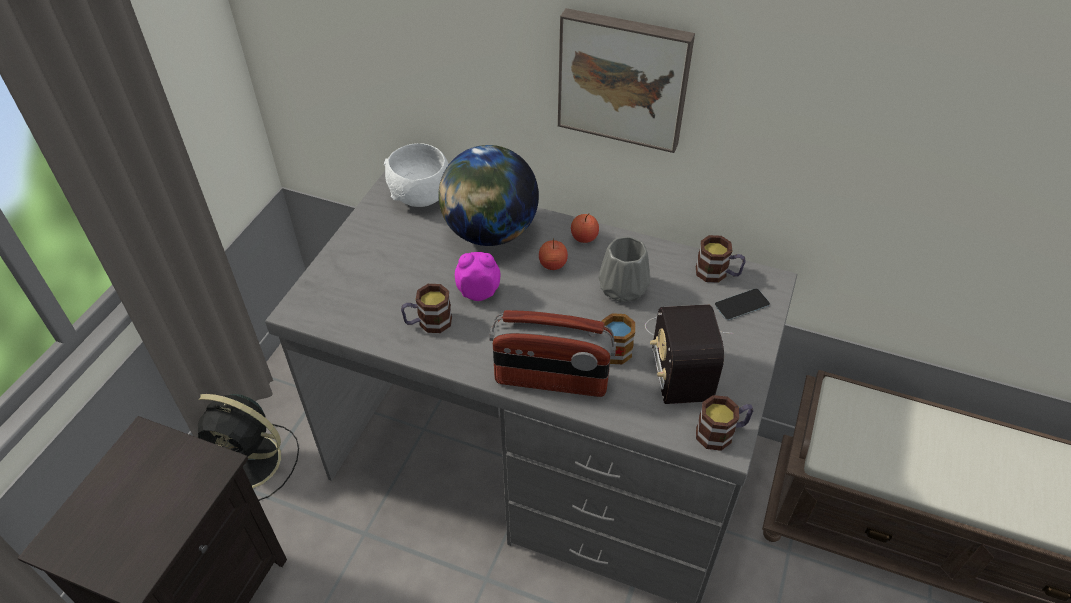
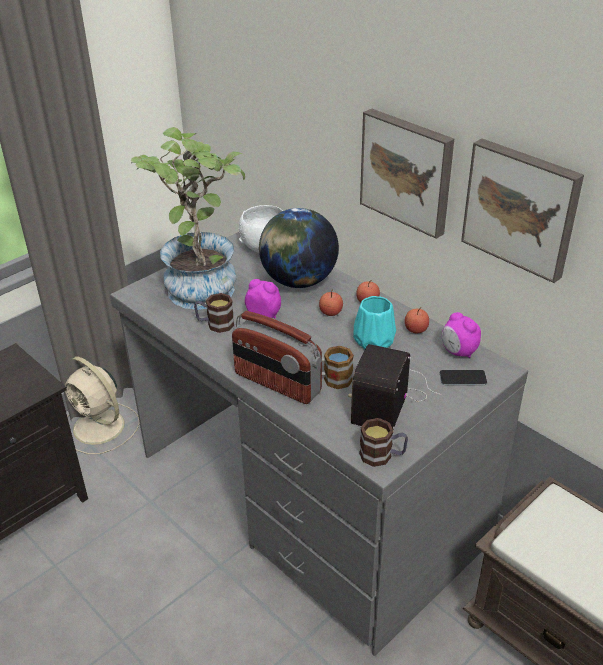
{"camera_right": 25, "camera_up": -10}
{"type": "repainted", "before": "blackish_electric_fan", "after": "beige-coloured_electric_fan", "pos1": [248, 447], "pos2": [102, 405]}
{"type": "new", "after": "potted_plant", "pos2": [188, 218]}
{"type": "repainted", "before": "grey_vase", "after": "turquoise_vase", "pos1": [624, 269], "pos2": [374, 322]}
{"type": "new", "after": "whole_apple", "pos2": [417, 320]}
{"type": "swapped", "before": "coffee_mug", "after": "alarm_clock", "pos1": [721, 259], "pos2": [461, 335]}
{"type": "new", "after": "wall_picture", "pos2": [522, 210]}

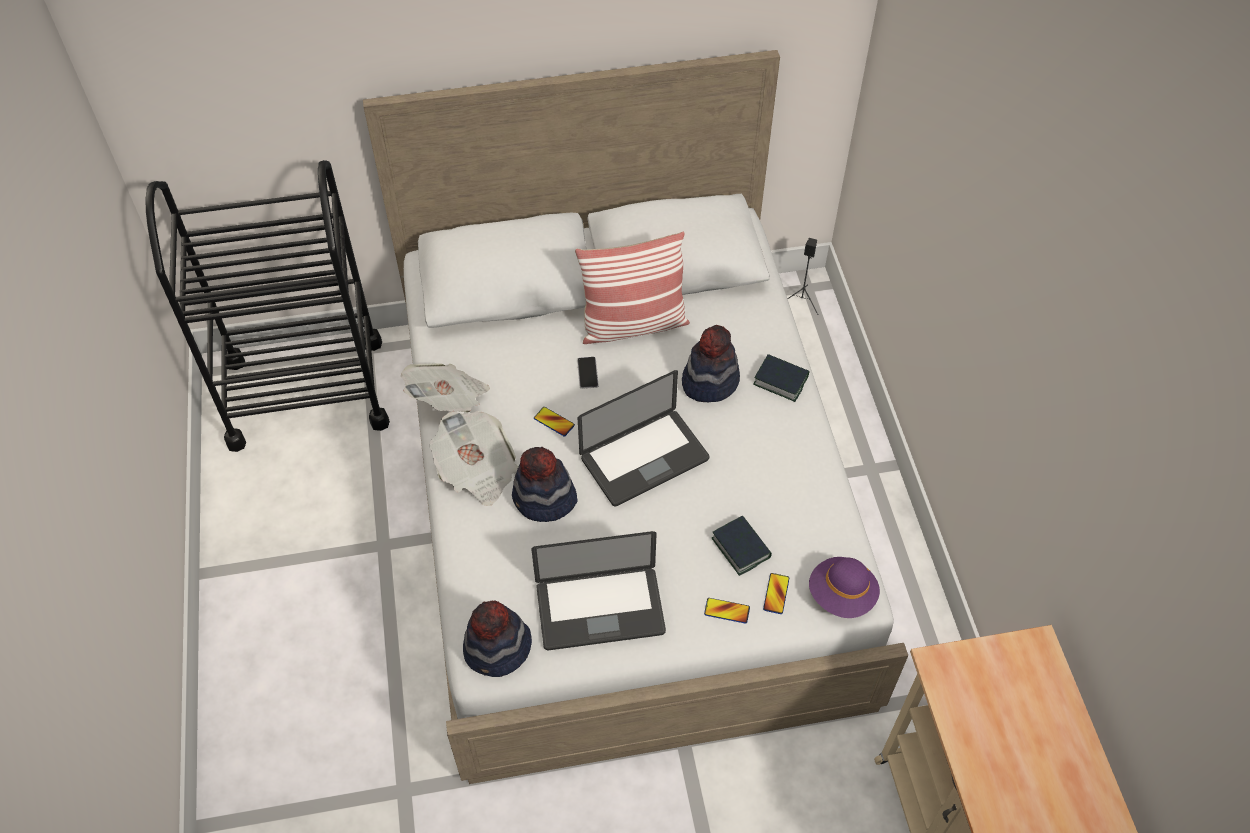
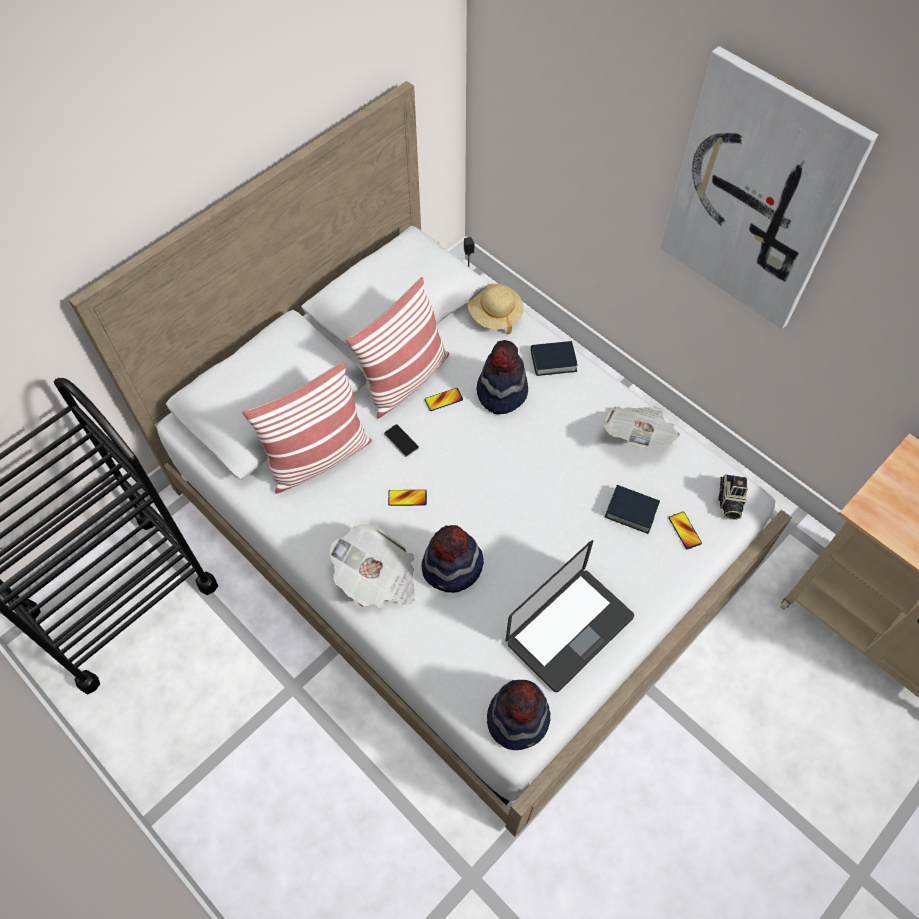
{"camera_right": -35, "camera_up": 5}
{"type": "new", "after": "pillow", "pos2": [307, 427]}
{"type": "shifted", "before": "handset", "pos1": [727, 611], "pos2": [444, 399]}
{"type": "new", "after": "beige-coloured_wearable_hat", "pos2": [496, 308]}
{"type": "shifted", "before": "newspaper", "pos1": [445, 388], "pos2": [641, 427]}
{"type": "new", "after": "wall_picture", "pos2": [769, 187]}
{"type": "swapped", "before": "purple-coloured_wearable_hat", "after": "photo_camera", "pos1": [844, 587], "pos2": [733, 497]}
{"type": "gone", "before": "portable_computer", "pos1": [644, 438]}

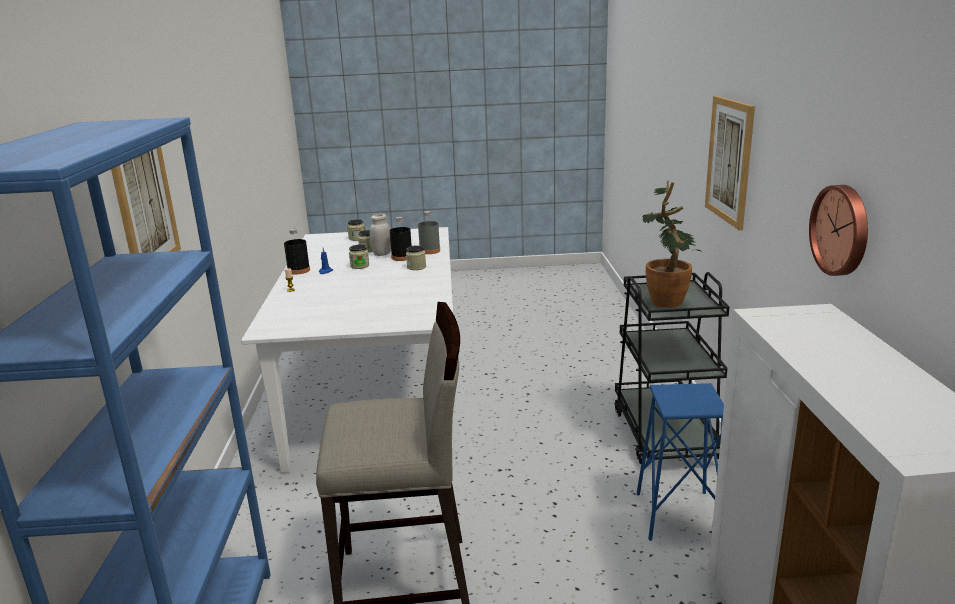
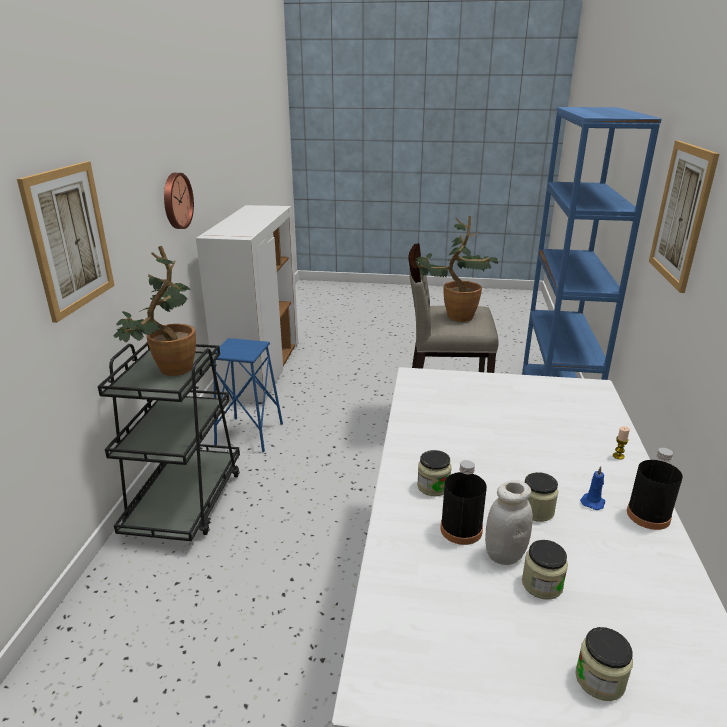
{"camera_right": -170, "camera_up": 5}
{"type": "new", "after": "potted_plant", "pos2": [456, 269]}
{"type": "gone", "before": "grey_beverage_bottle", "pos1": [429, 232]}

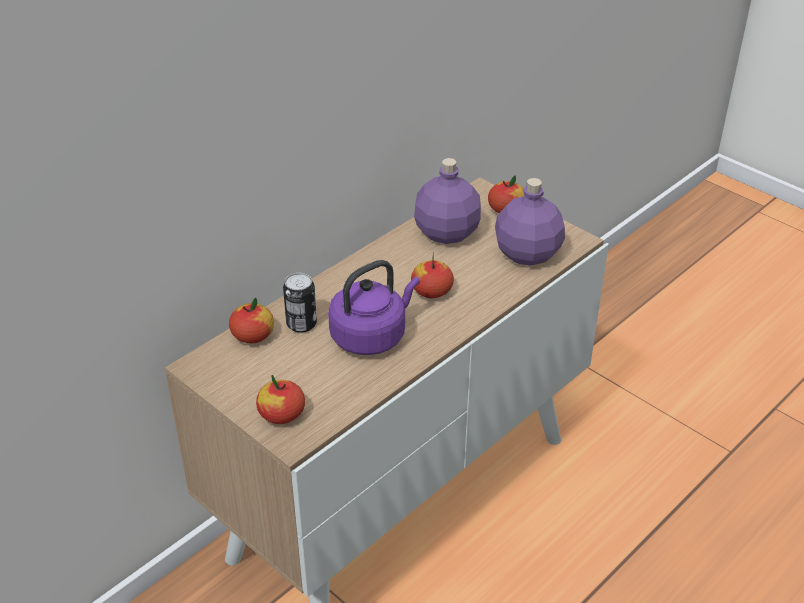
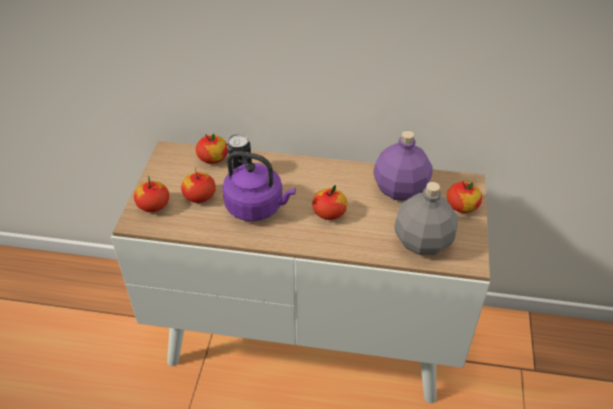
{"camera_right": 55, "camera_up": 5}
{"type": "new", "after": "whole_apple", "pos2": [198, 185]}
{"type": "repainted", "before": "purple-coloured_beverage_bottle", "after": "grey_beverage_bottle", "pos1": [530, 222], "pos2": [426, 218]}

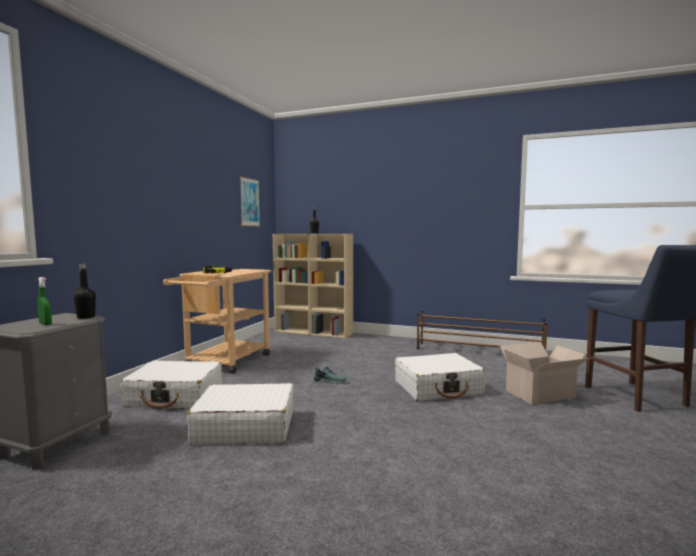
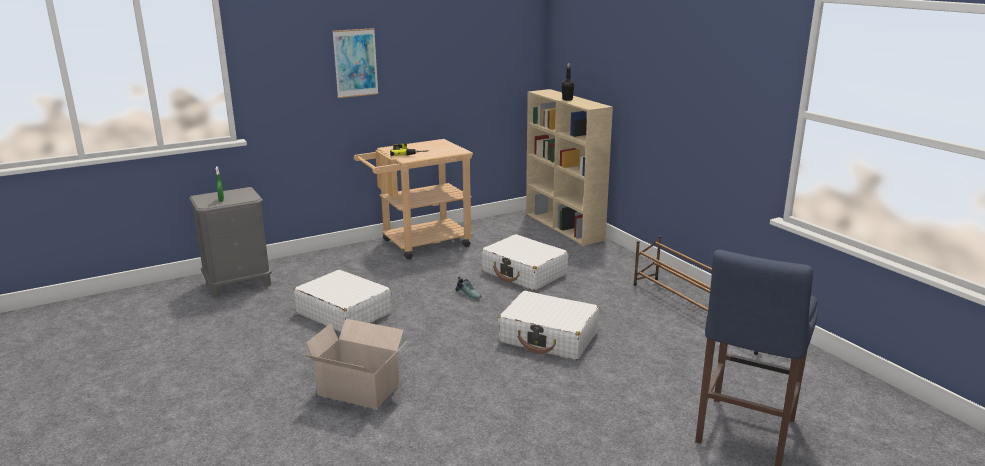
{"camera_right": 40, "camera_up": 15}
{"type": "shifted", "before": "carton", "pos1": [544, 373], "pos2": [353, 364]}
{"type": "shifted", "before": "wall_picture", "pos1": [250, 201], "pos2": [355, 63]}
{"type": "shifted", "before": "whitish_travel_case", "pos1": [171, 385], "pos2": [525, 262]}
{"type": "gone", "before": "blackish_beverage_bottle", "pos1": [84, 291]}

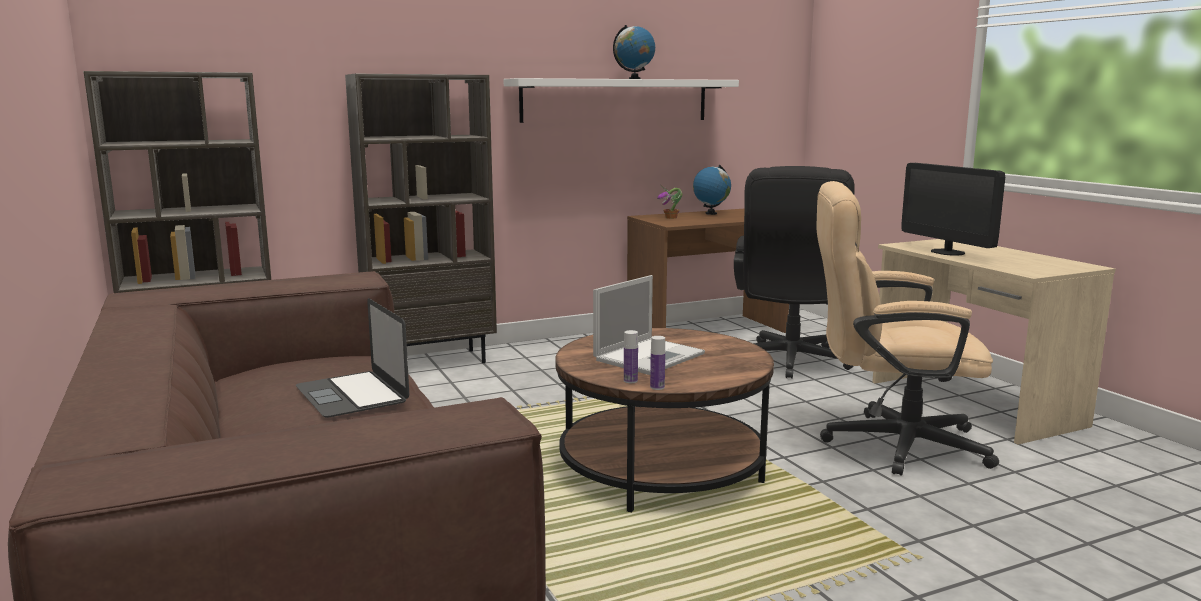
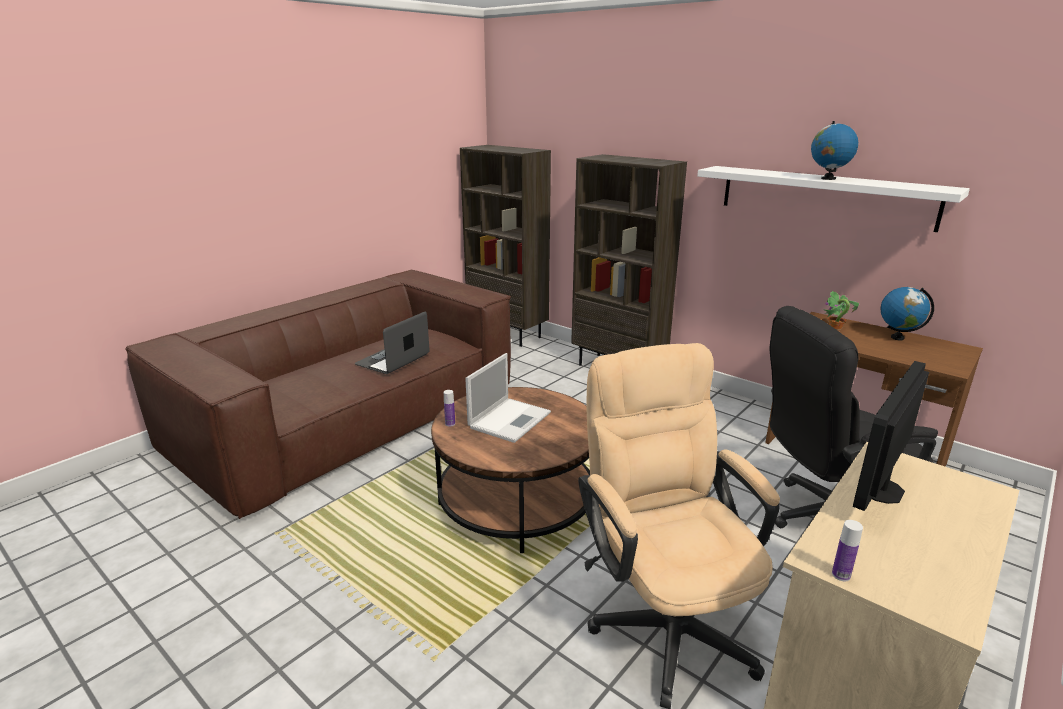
{"camera_right": 65, "camera_up": 10}
{"type": "rotated", "before": "portable_computer", "pos1": [649, 325], "pos2": [508, 398], "turn": -75}
{"type": "shifted", "before": "beverage_bottle", "pos1": [657, 363], "pos2": [847, 551]}

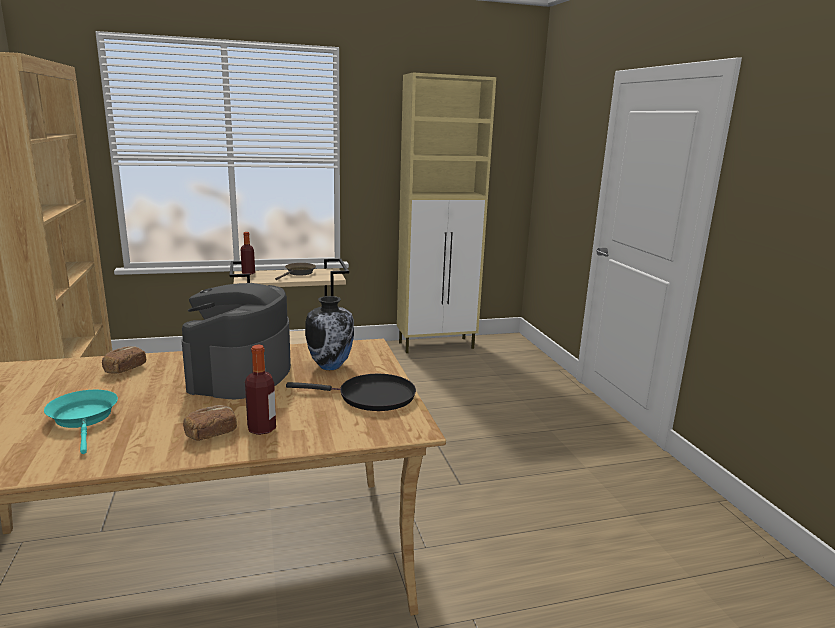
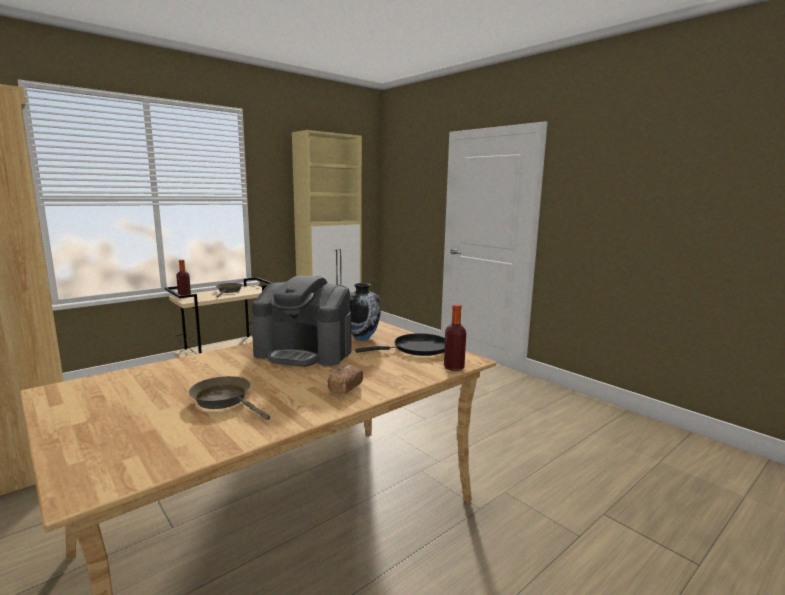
{"camera_right": -25, "camera_up": -5}
{"type": "repainted", "before": "turquoise_pan", "after": "brown-coloured_pan", "pos1": [81, 422], "pos2": [229, 398]}
{"type": "rotated", "before": "coffee_brewer", "pos1": [236, 341], "pos2": [301, 321], "turn": -60}
{"type": "shifted", "before": "beverage_bottle", "pos1": [260, 390], "pos2": [455, 337]}
{"type": "gone", "before": "bakery_bread", "pos1": [124, 360]}

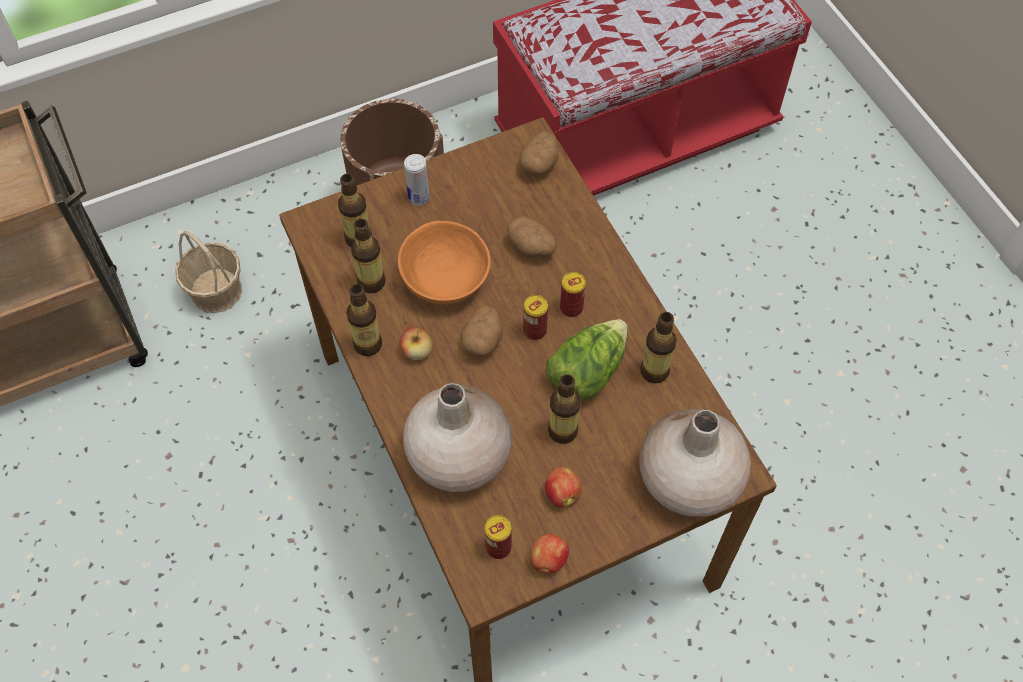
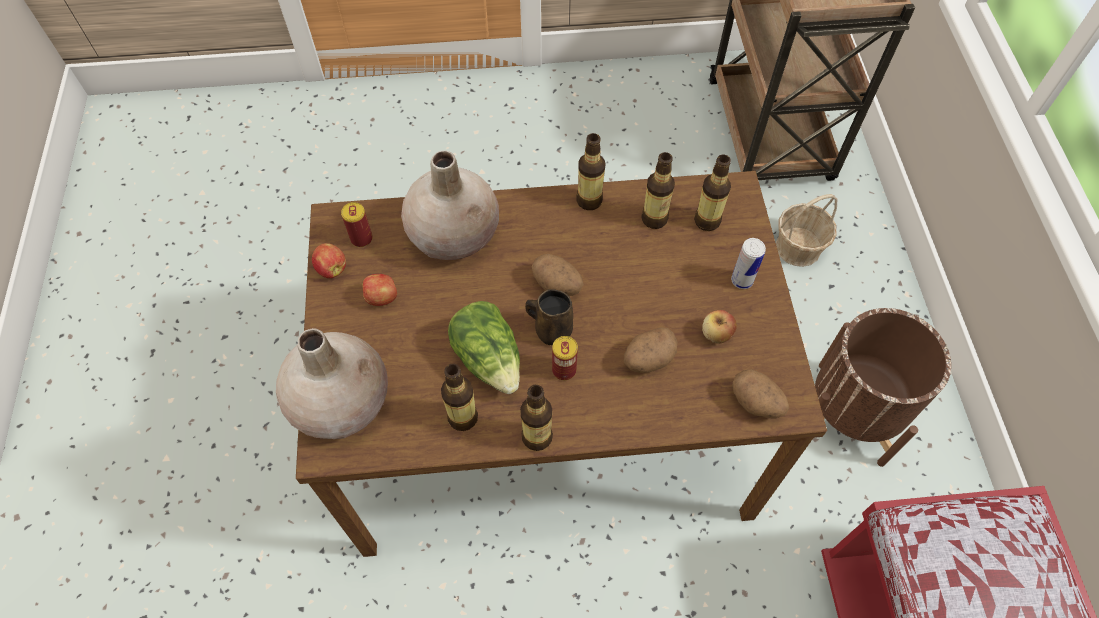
{"camera_right": 110, "camera_up": 0}
{"type": "shifted", "before": "beverage_bottle", "pos1": [564, 409], "pos2": [536, 418]}
{"type": "swapped", "before": "metal_can", "after": "brown-coloured_coffee_mug", "pos1": [535, 317], "pos2": [549, 317]}
{"type": "shifted", "before": "whole_apple", "pos1": [416, 343], "pos2": [719, 327]}
{"type": "gone", "before": "orange_serving_bowl", "pos1": [444, 262]}

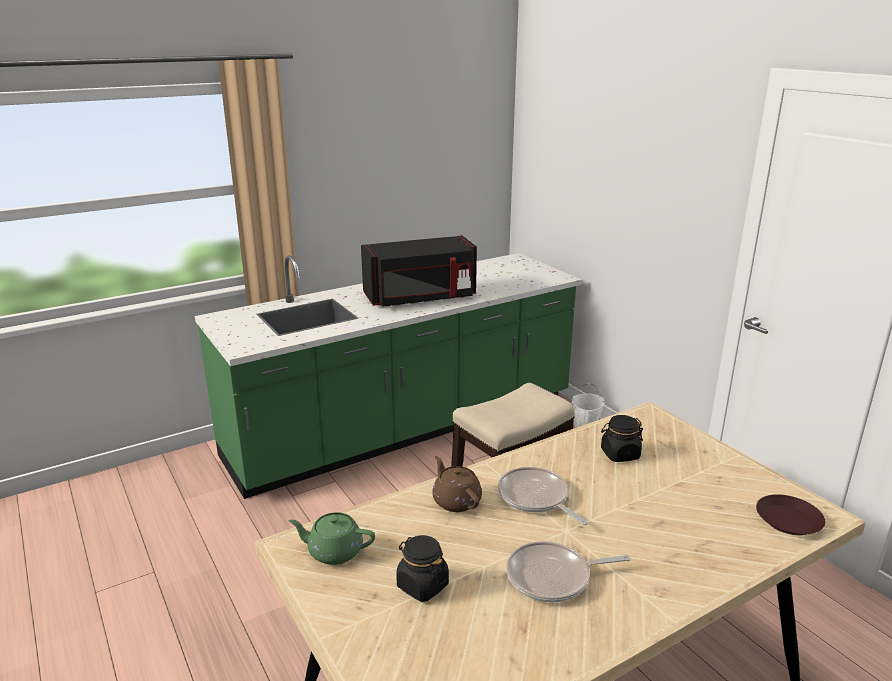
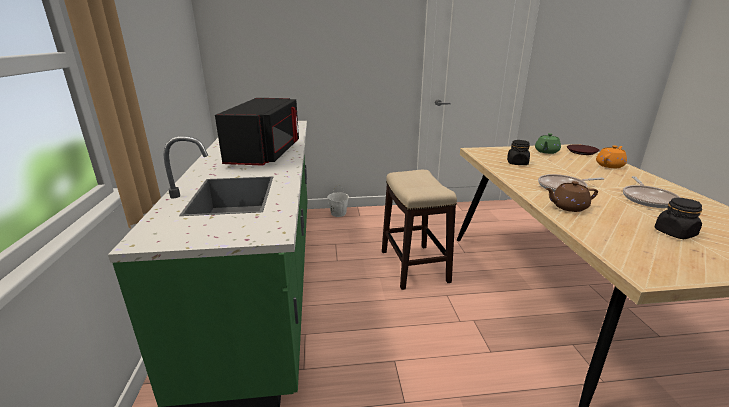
{"camera_right": -65, "camera_up": 0}
{"type": "shifted", "before": "green_teapot", "pos1": [331, 538], "pos2": [548, 143]}
{"type": "new", "after": "orange_teapot", "pos2": [611, 156]}

